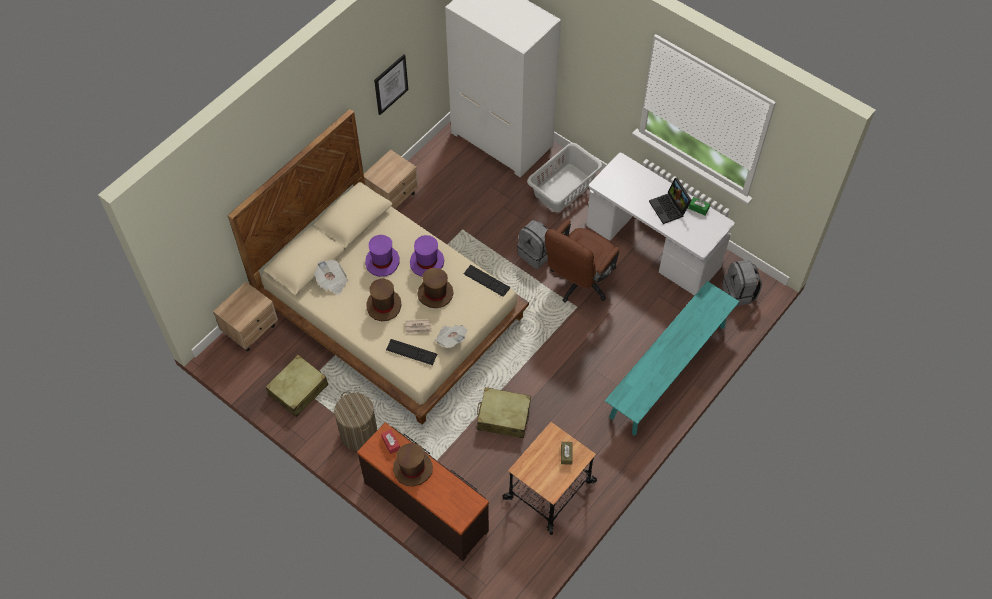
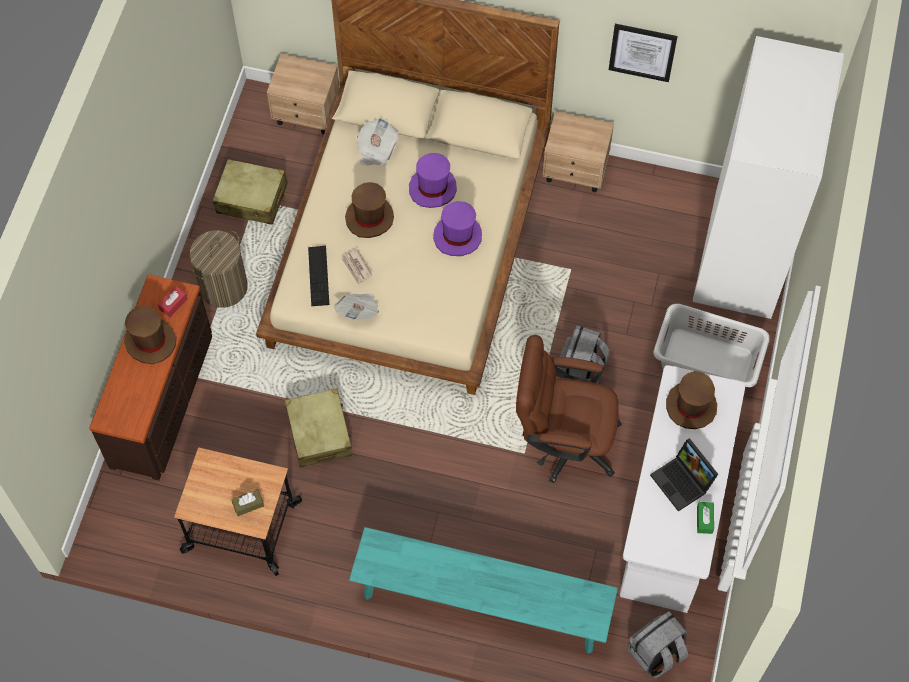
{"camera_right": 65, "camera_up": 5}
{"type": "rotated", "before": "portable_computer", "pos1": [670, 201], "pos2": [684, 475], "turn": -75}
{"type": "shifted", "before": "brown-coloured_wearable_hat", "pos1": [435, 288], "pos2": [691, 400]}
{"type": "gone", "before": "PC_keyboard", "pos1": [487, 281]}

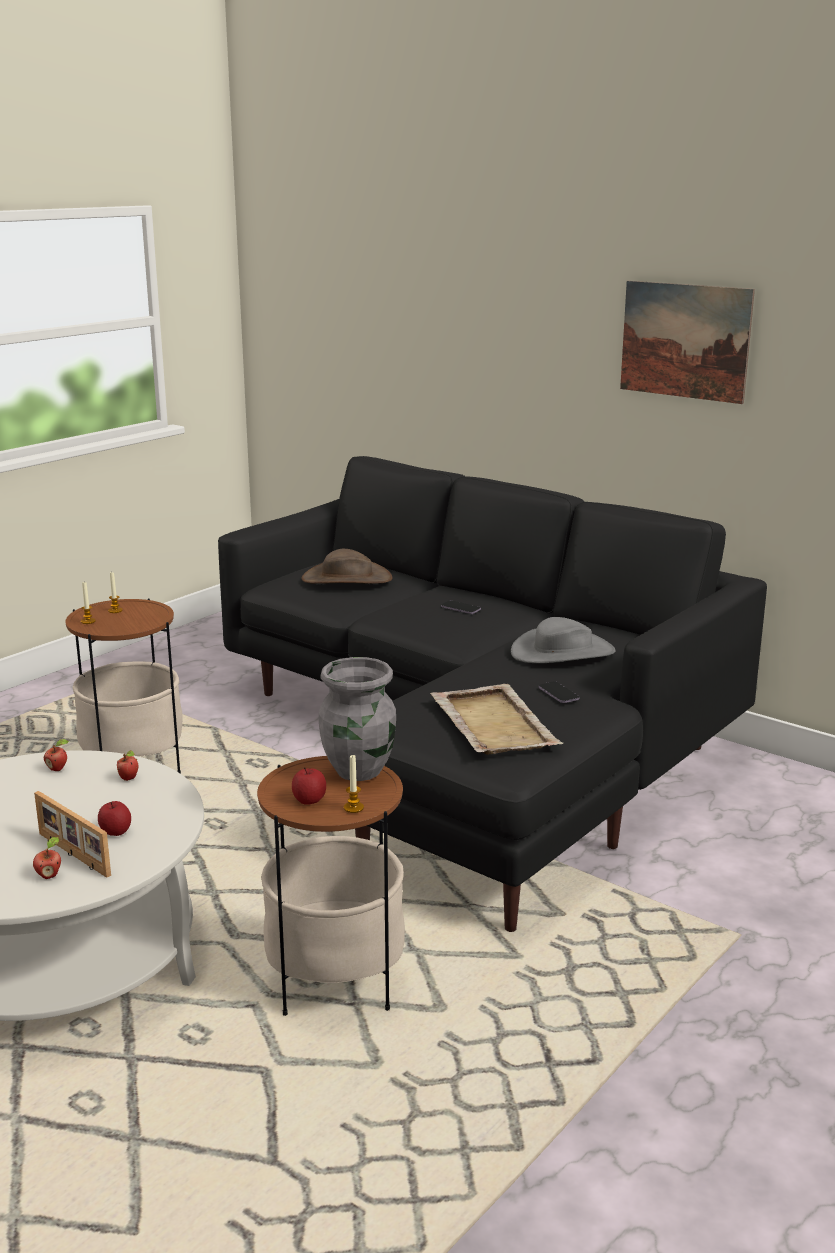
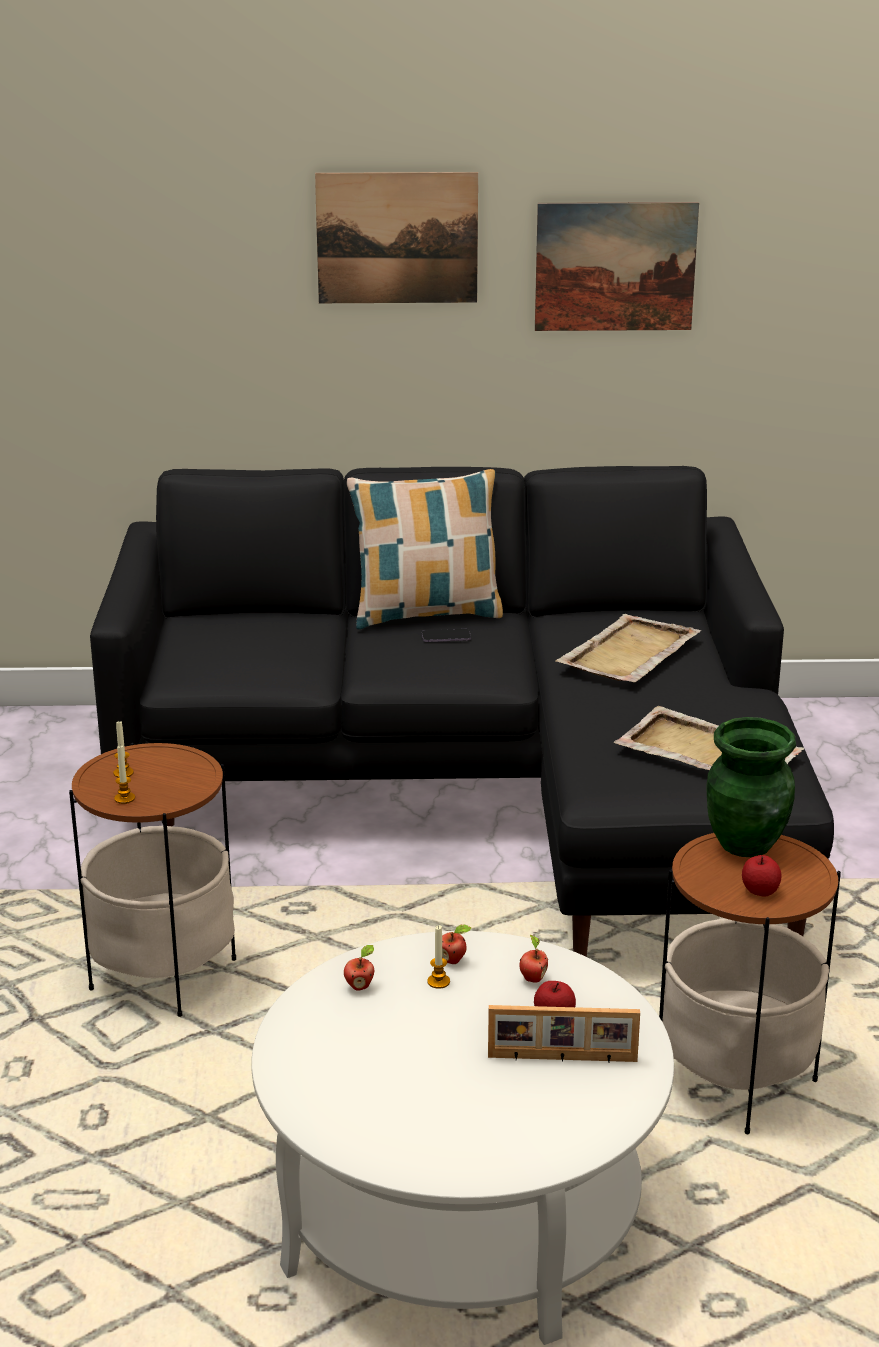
{"camera_right": -40, "camera_up": 5}
{"type": "new", "after": "wall_picture", "pos2": [396, 237]}
{"type": "new", "after": "pillow", "pos2": [425, 549]}
{"type": "shifted", "before": "candle", "pos1": [354, 783], "pos2": [438, 957]}
{"type": "shifted", "before": "whole_apple", "pos1": [47, 858], "pos2": [533, 959]}
{"type": "swapped", "before": "grey_wearable_hat", "after": "beige-coloured_carrying_tray", "pos1": [563, 640], "pos2": [628, 648]}
{"type": "repainted", "before": "grey_vase", "after": "green_vase", "pos1": [357, 719], "pos2": [751, 787]}
{"type": "gone", "before": "brown-coloured_wearable_hat", "pos1": [346, 566]}
{"type": "gone", "before": "handset", "pos1": [559, 692]}

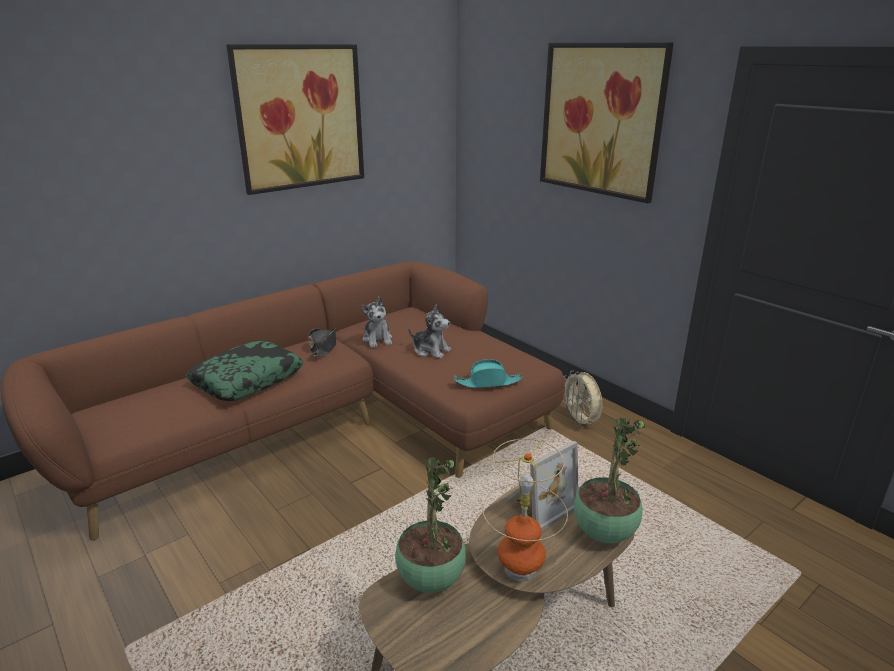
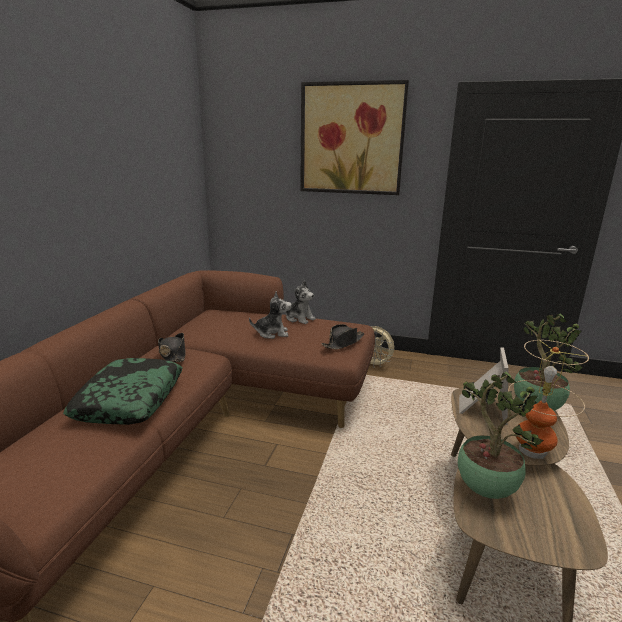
{"camera_right": -35, "camera_up": -5}
{"type": "shifted", "before": "soft_toy", "pos1": [376, 322], "pos2": [299, 302]}
{"type": "repainted", "before": "turquoise_wearable_hat", "after": "blackish_wearable_hat", "pos1": [488, 373], "pos2": [343, 336]}
{"type": "gone", "before": "wall_picture", "pos1": [295, 119]}

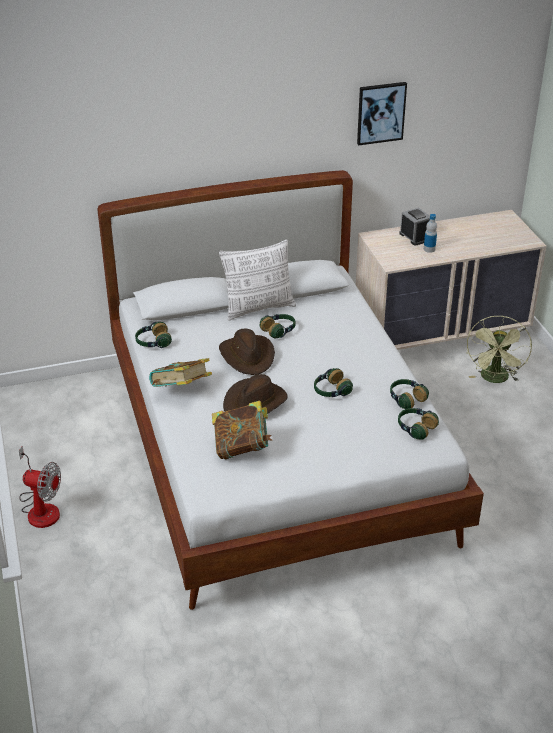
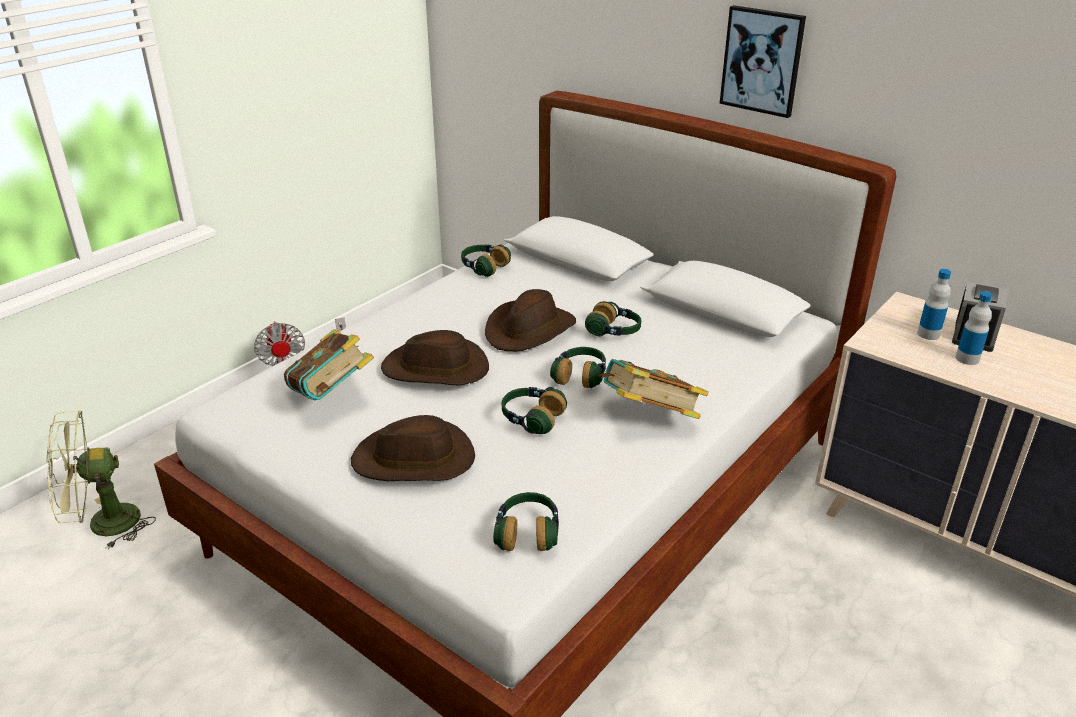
{"camera_right": 55, "camera_up": -5}
{"type": "shifted", "before": "green_electric_fan", "pos1": [499, 349], "pos2": [101, 480]}
{"type": "new", "after": "brown-coloured_wearable_hat", "pos2": [413, 448]}
{"type": "shifted", "before": "pair_of_headphones", "pos1": [409, 394], "pos2": [578, 367]}
{"type": "shifted", "before": "volume", "pos1": [180, 372], "pos2": [654, 389]}
{"type": "shifted", "before": "wall_picture", "pos1": [382, 113], "pos2": [763, 61]}
{"type": "new", "after": "beverage_bottle", "pos2": [934, 304]}
{"type": "gone", "before": "pillow", "pos1": [257, 280]}

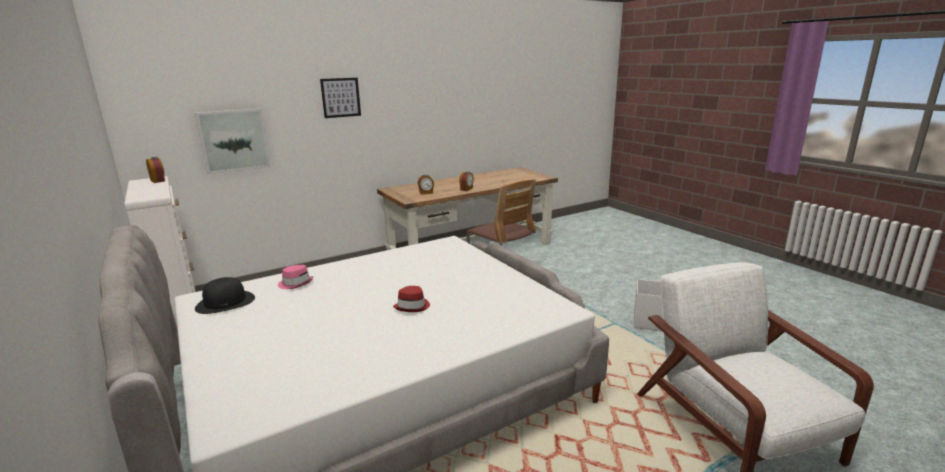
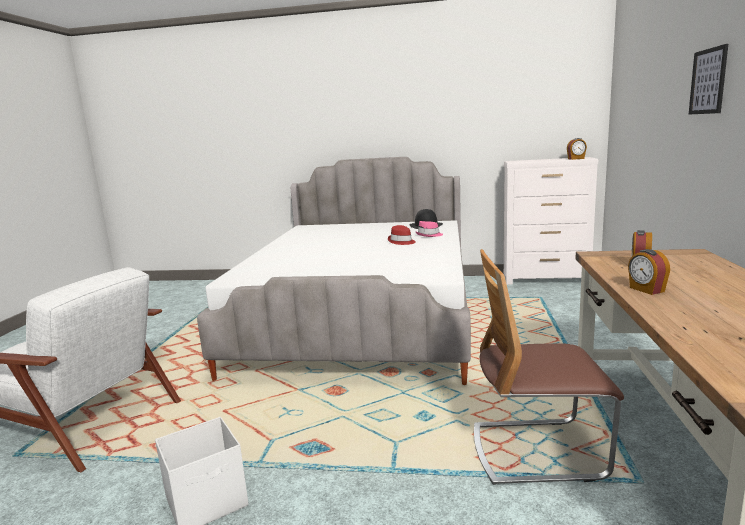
{"camera_right": 130, "camera_up": -5}
{"type": "shifted", "before": "reddish_wearable_hat", "pos1": [411, 299], "pos2": [402, 235]}
{"type": "gone", "before": "wall_picture", "pos1": [232, 141]}

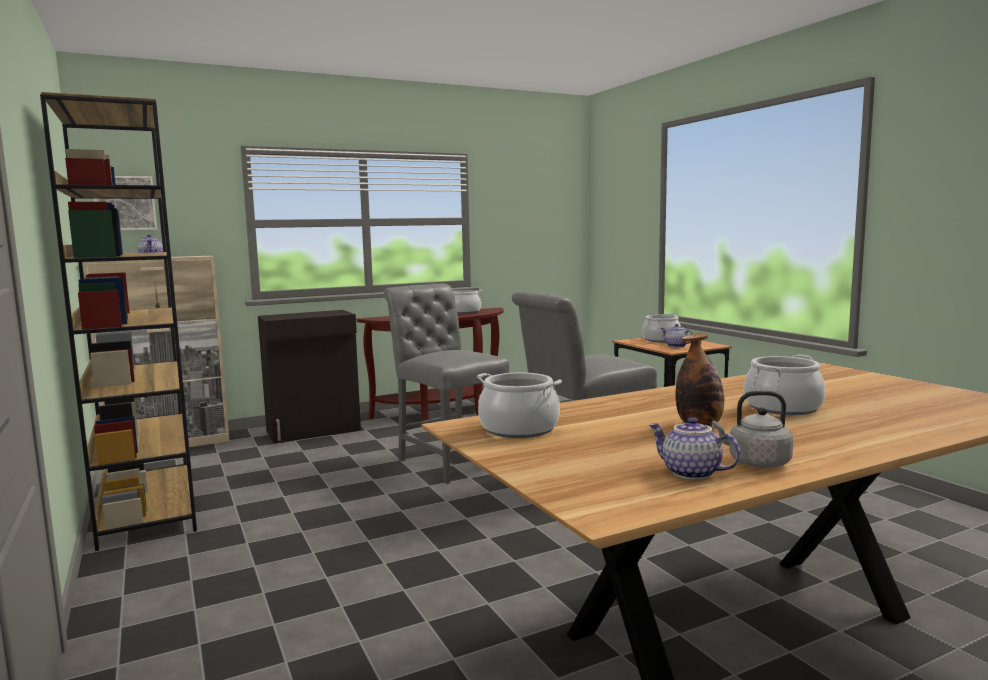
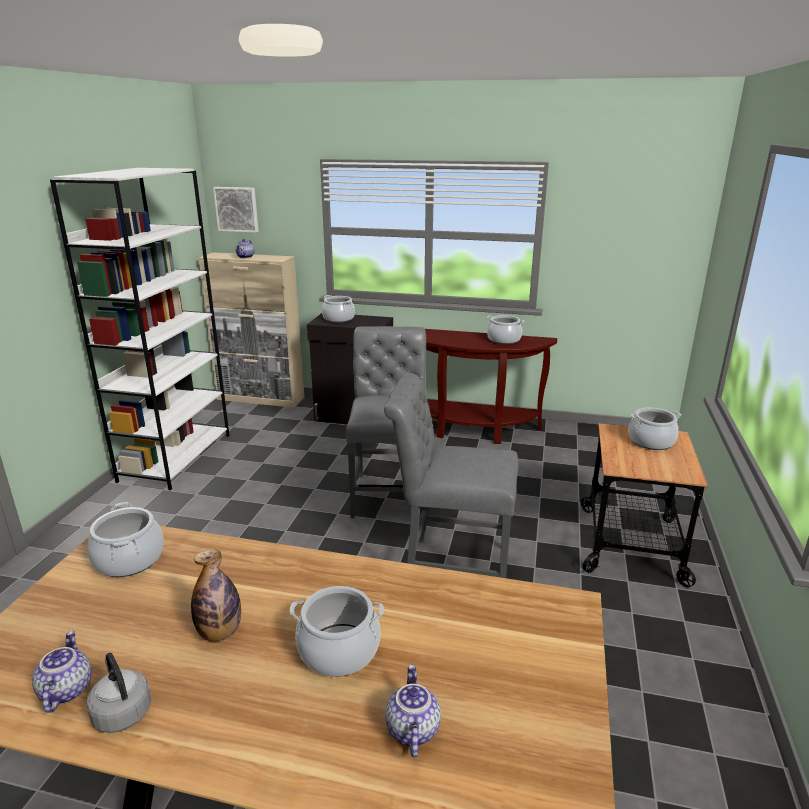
{"camera_right": 40, "camera_up": 15}
{"type": "repainted", "before": "brown-coloured_bookcase", "after": "whitish_bookcase", "pos1": [118, 321], "pos2": [140, 329]}
{"type": "new", "after": "saucepot", "pos2": [338, 309]}
{"type": "shifted", "before": "teapot", "pos1": [677, 336], "pos2": [413, 710]}

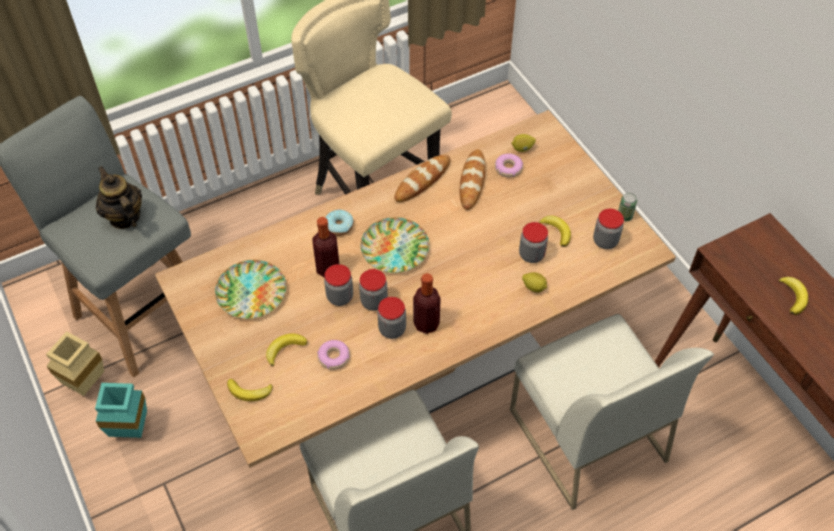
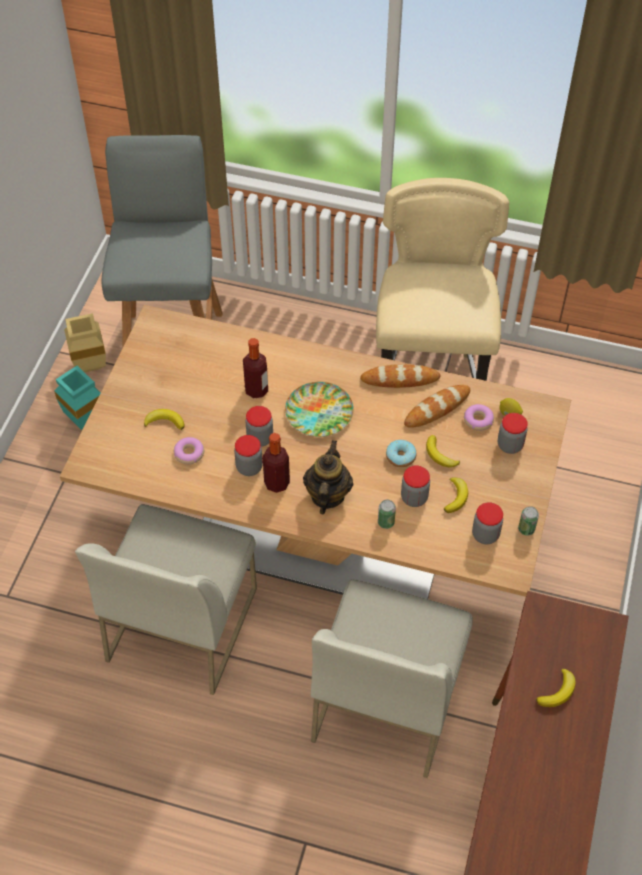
{"camera_right": 45, "camera_up": 0}
{"type": "shifted", "before": "teapot", "pos1": [119, 197], "pos2": [328, 477]}
{"type": "swapped", "before": "lemon", "after": "metal_can", "pos1": [534, 282], "pos2": [387, 514]}
{"type": "shifted", "before": "ring_doughnut", "pos1": [339, 223], "pos2": [401, 453]}
{"type": "shifted", "before": "whole_banana", "pos1": [250, 390], "pos2": [443, 451]}
{"type": "shifted", "before": "storage_jar", "pos1": [338, 285], "pos2": [513, 433]}
{"type": "gone", "before": "dinner_plate", "pos1": [250, 289]}

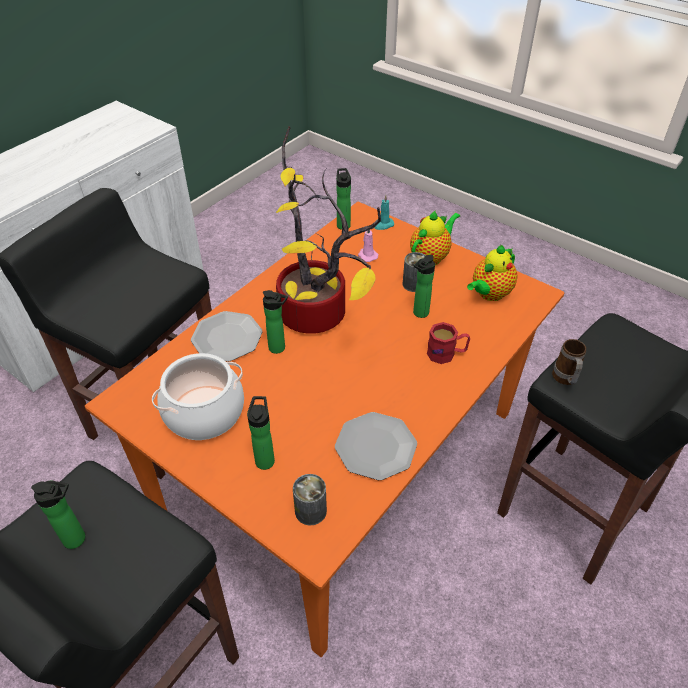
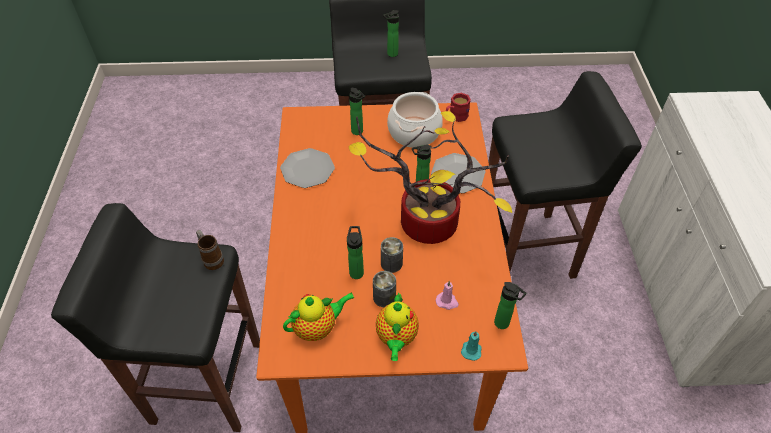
{"camera_right": 140, "camera_up": 5}
{"type": "rotated", "before": "teapot", "pos1": [492, 273], "pos2": [318, 317], "turn": 60}
{"type": "shifted", "before": "metal_can", "pos1": [310, 499], "pos2": [392, 255]}
{"type": "shifted", "before": "reddish_coffee_mug", "pos1": [448, 343], "pos2": [458, 107]}

